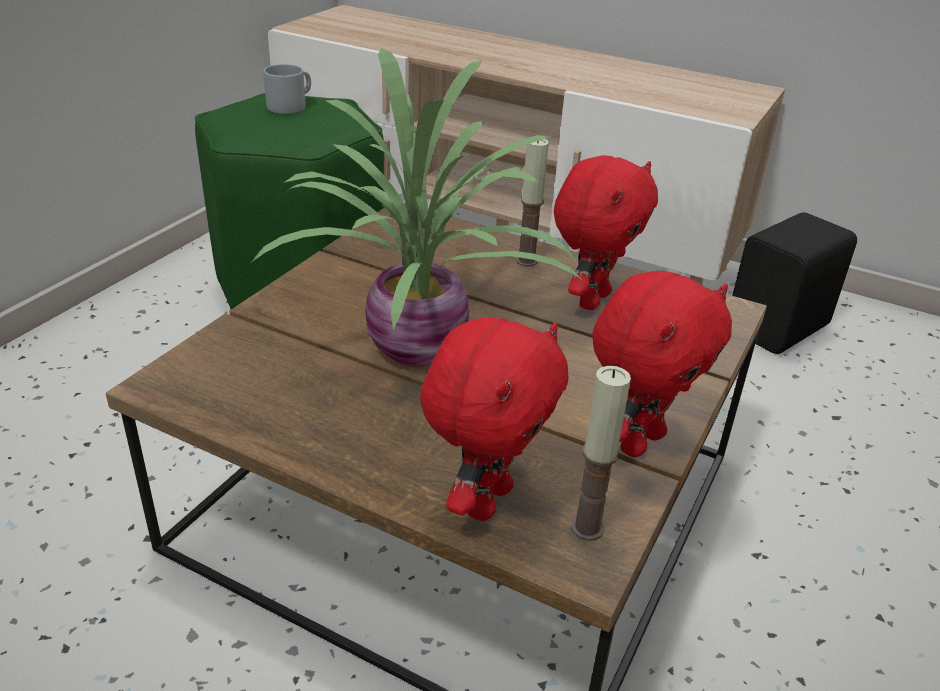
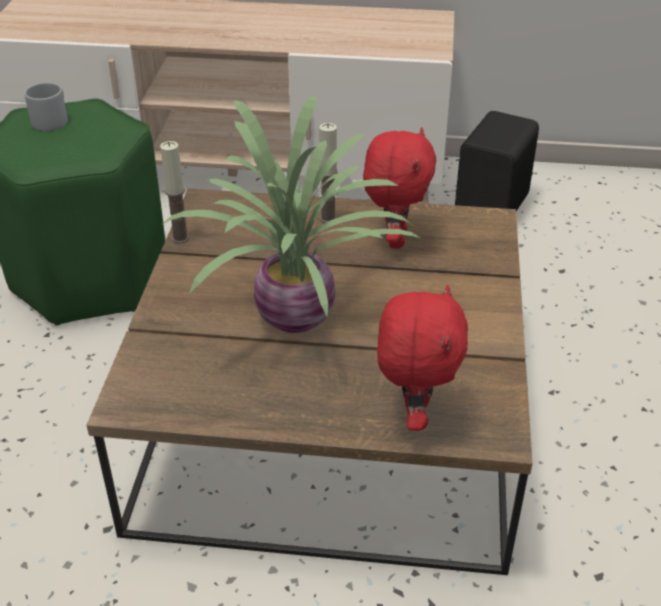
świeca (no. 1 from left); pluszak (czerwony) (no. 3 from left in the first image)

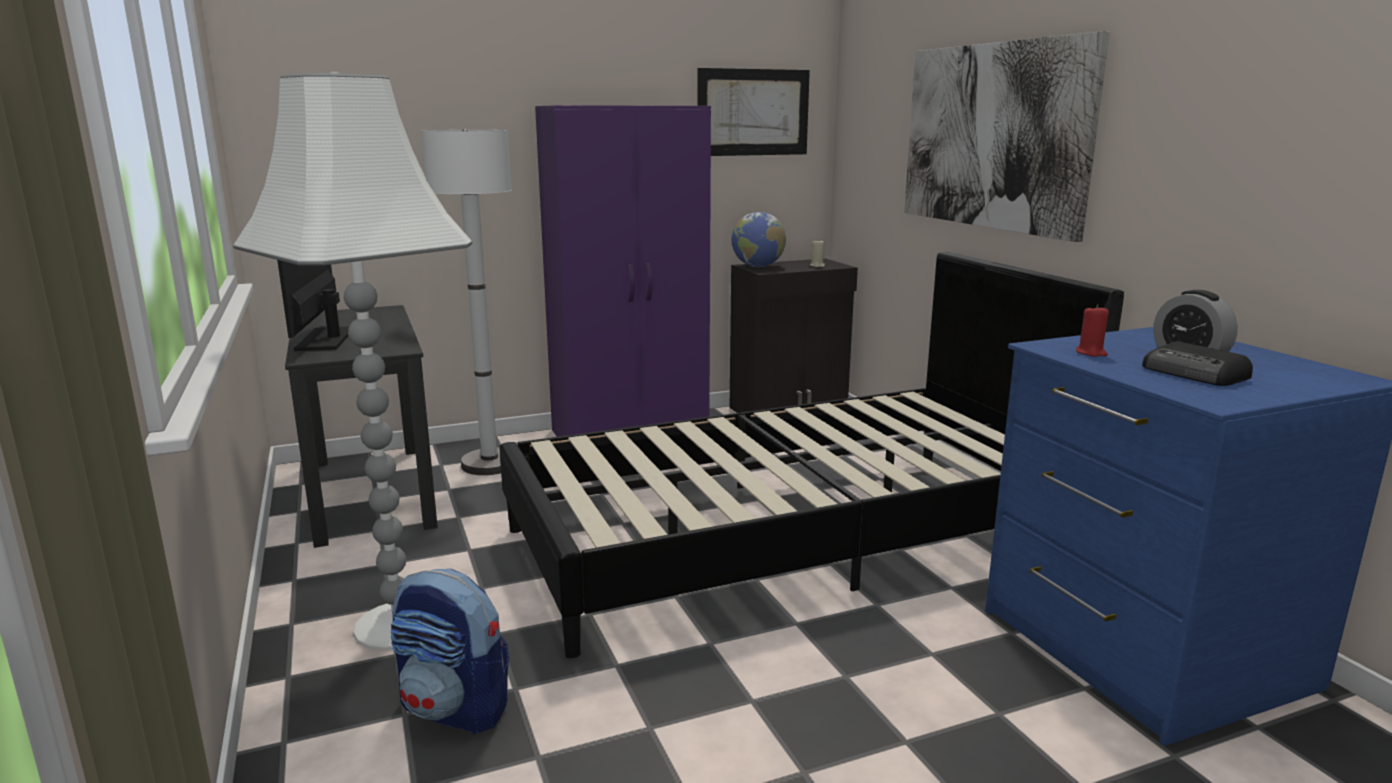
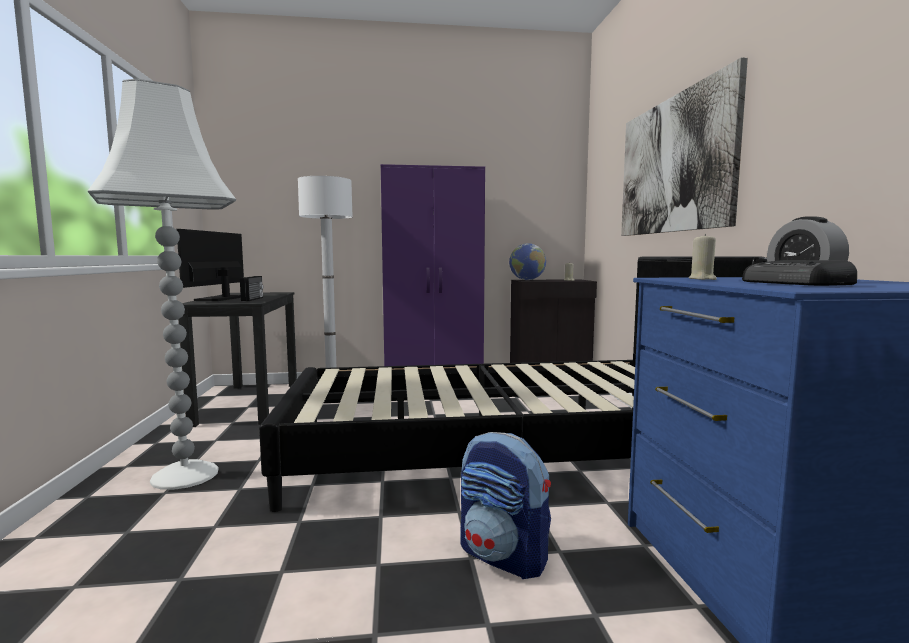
radio (no. 1 from left); plecak; świeca (beżowy) (no. 2 from left); obraz (no. 1 from left in the first image)

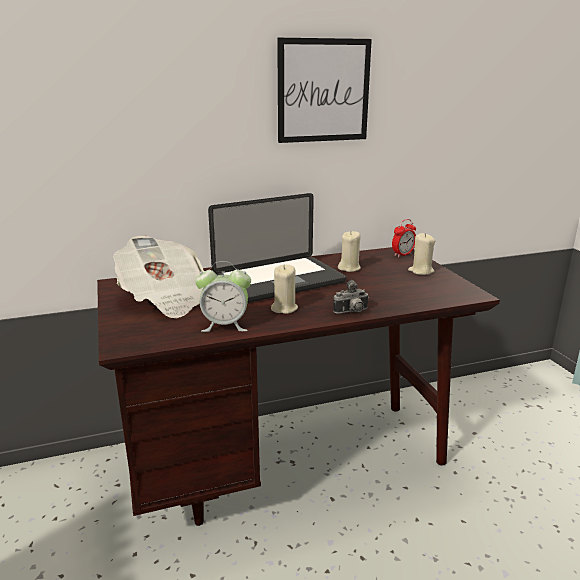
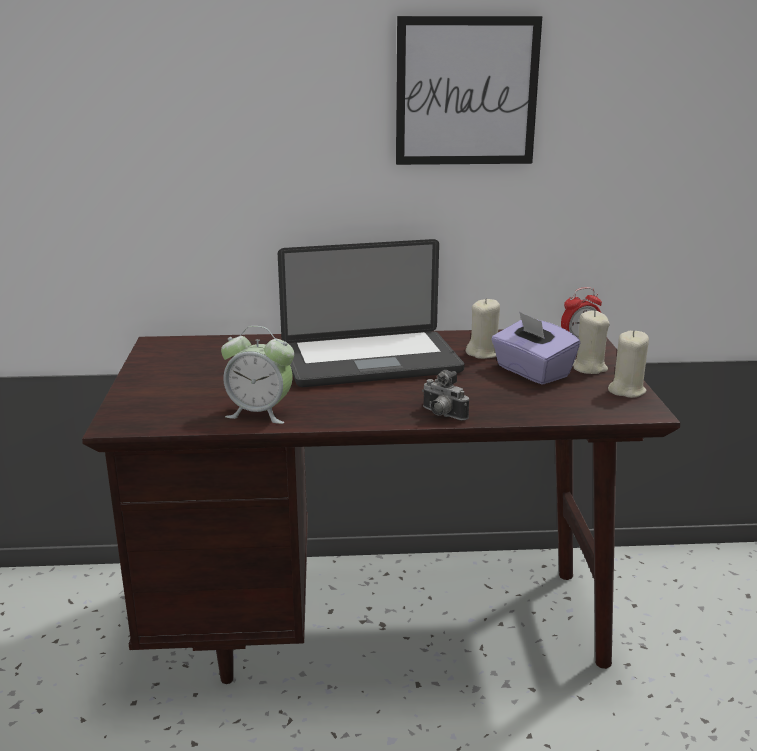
aparat fotograficzny; pudełko chusteczek (fioletowy); świeca (beżowy) (no. 3 from left); gazeta

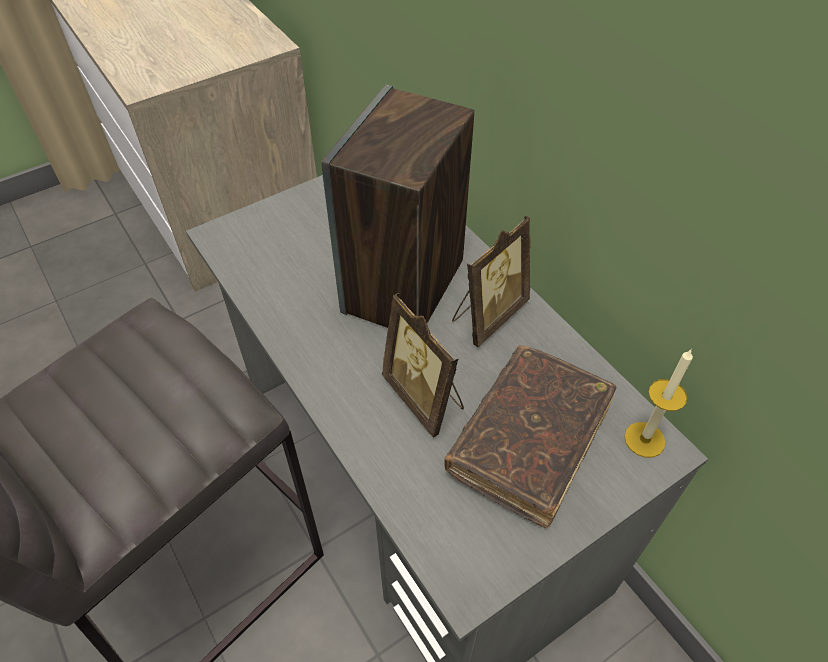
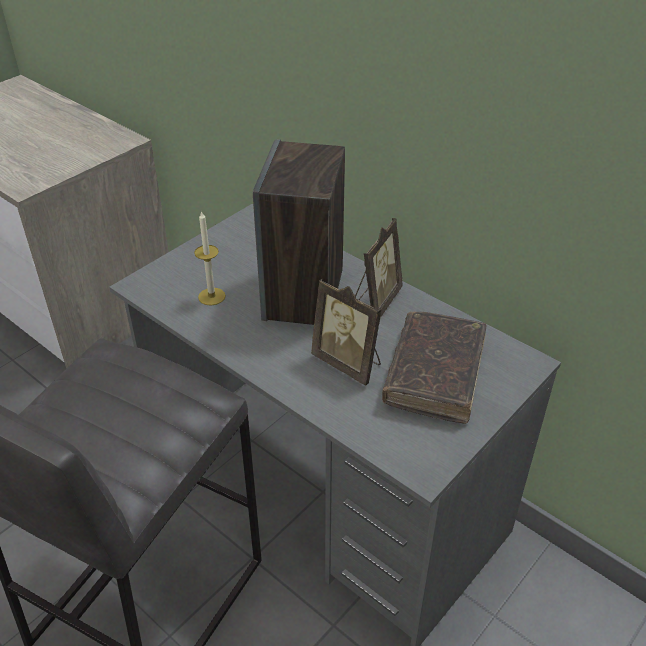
świeca

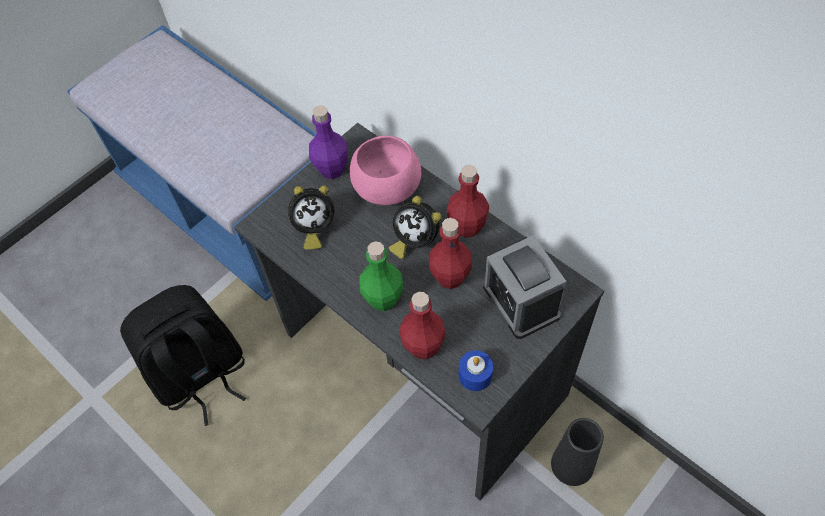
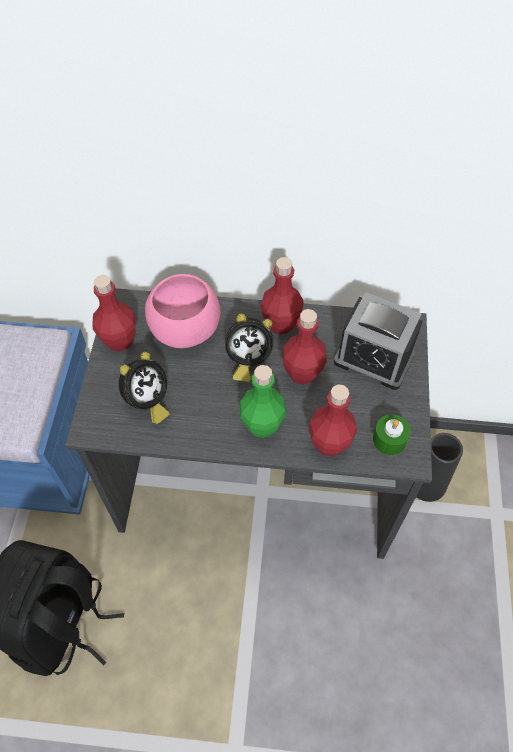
butelka (czerwony) (no. 1 from left); świeca (zielony)

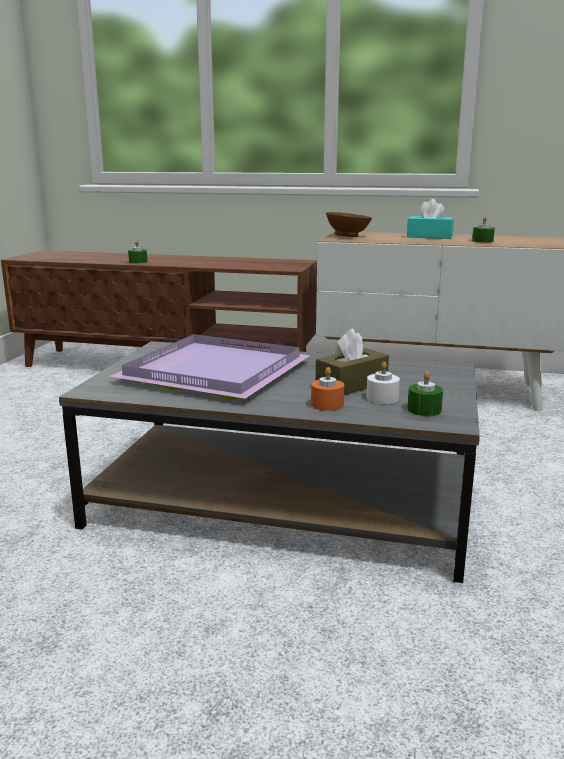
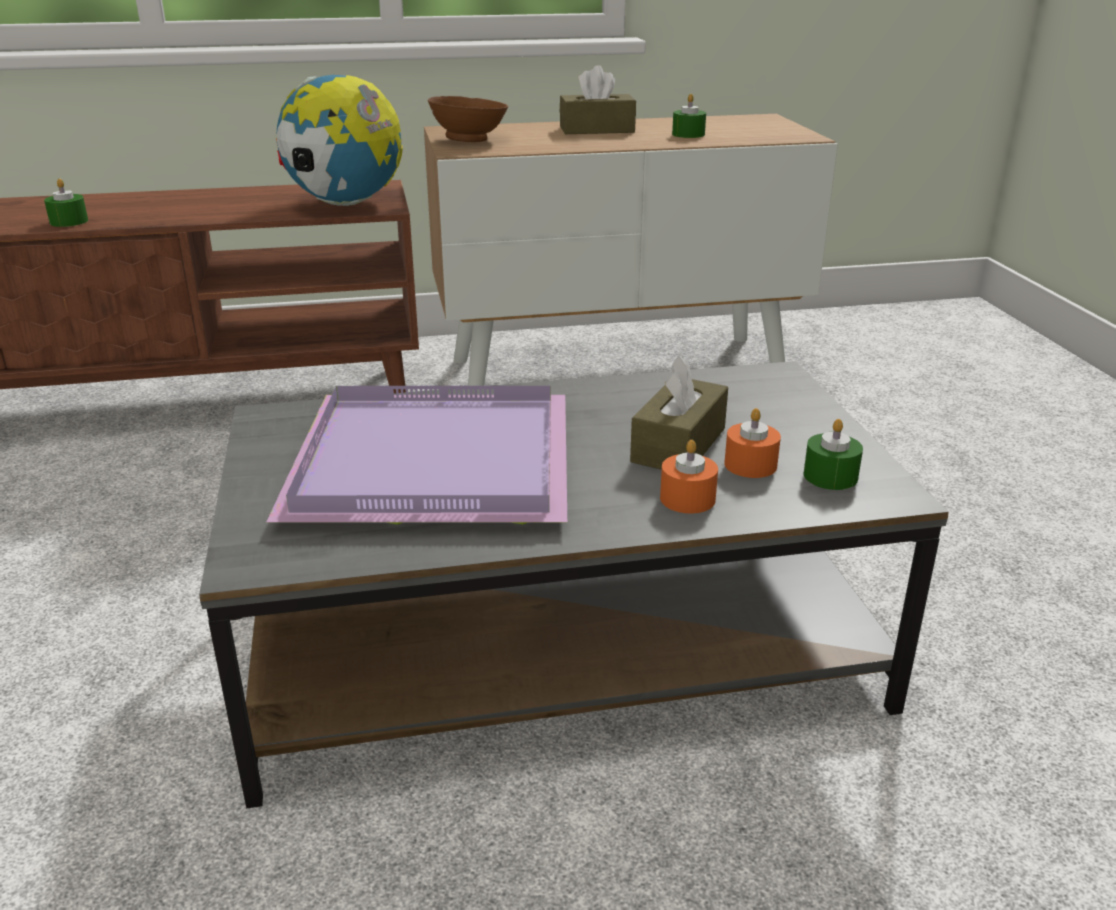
globus; pudełko chusteczek (brązowy) (no. 1 from left); świeca (pomarańczowy) (no. 2 from left)

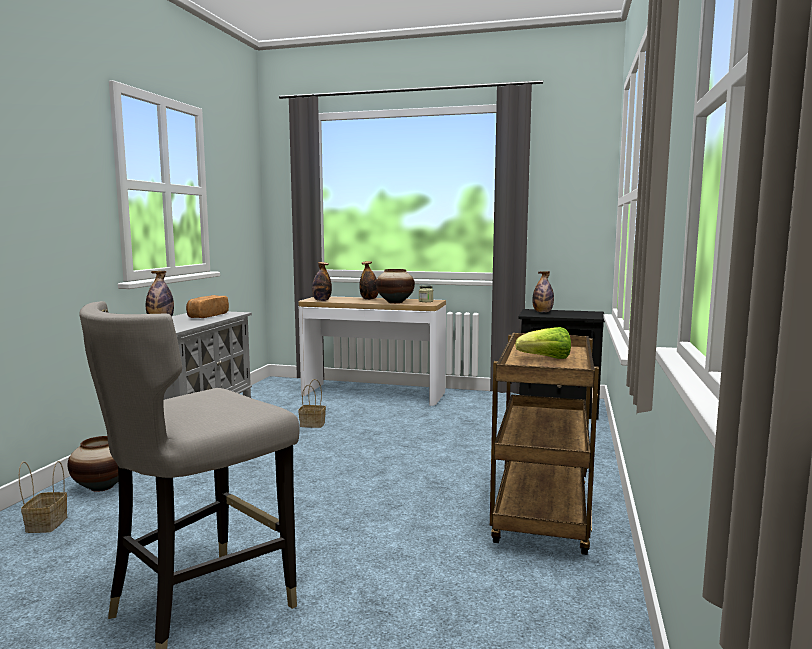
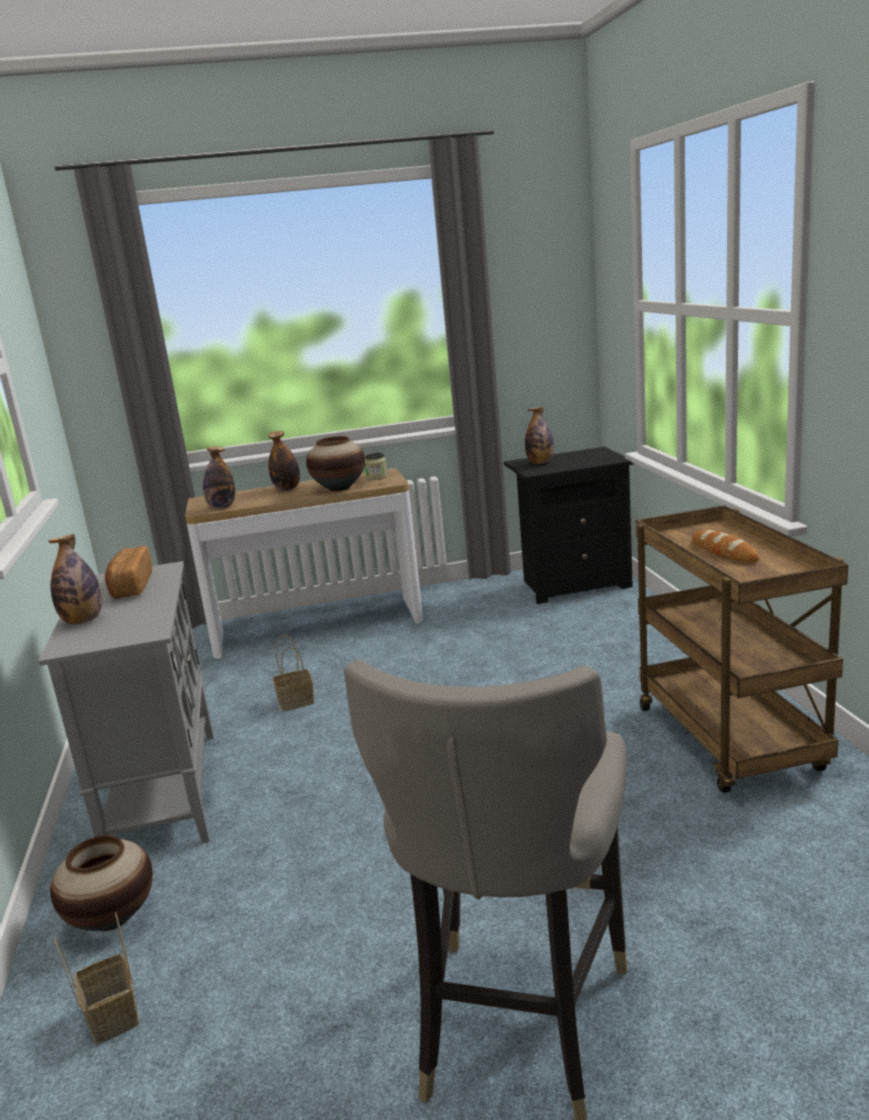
chleb (no. 2 from left)

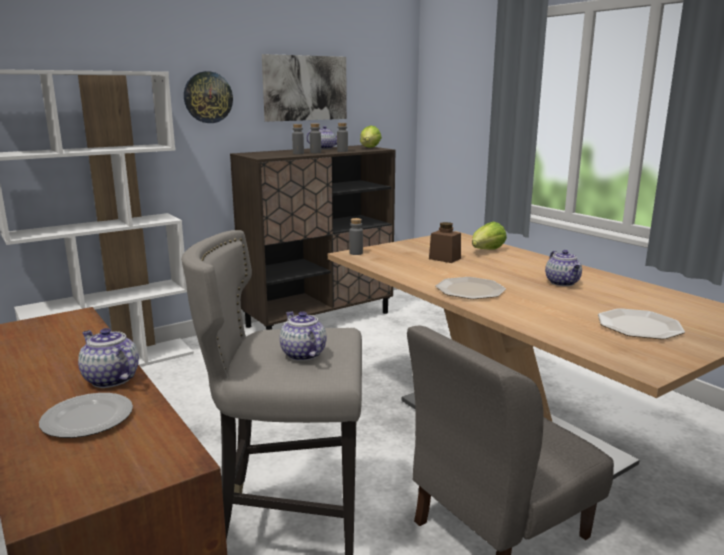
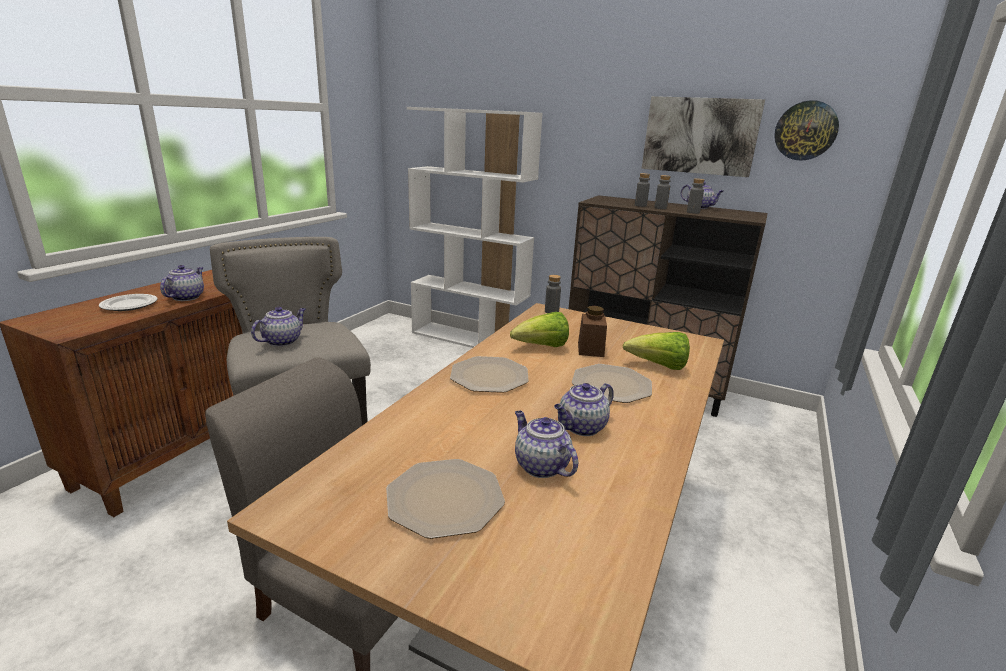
sałata (no. 1 from left); imbryk (no. 3 from left); talerz (no. 4 from left); zegar ścienny

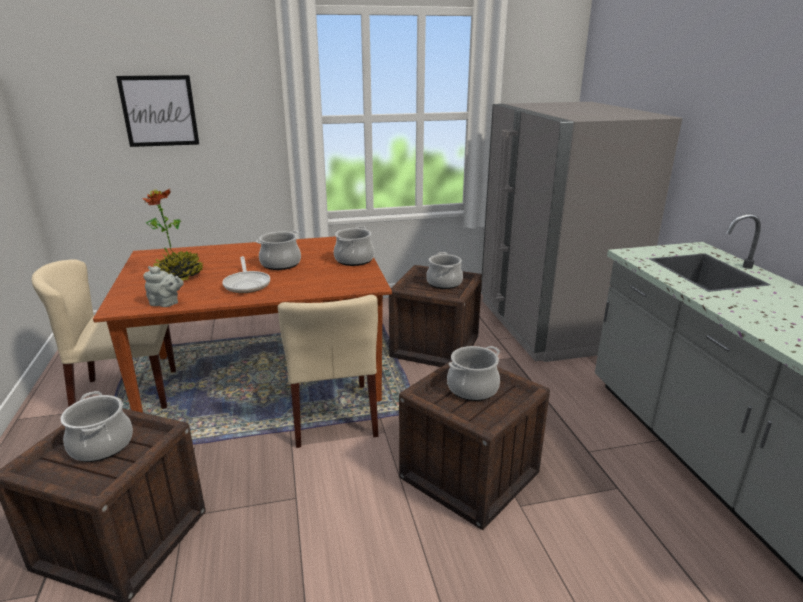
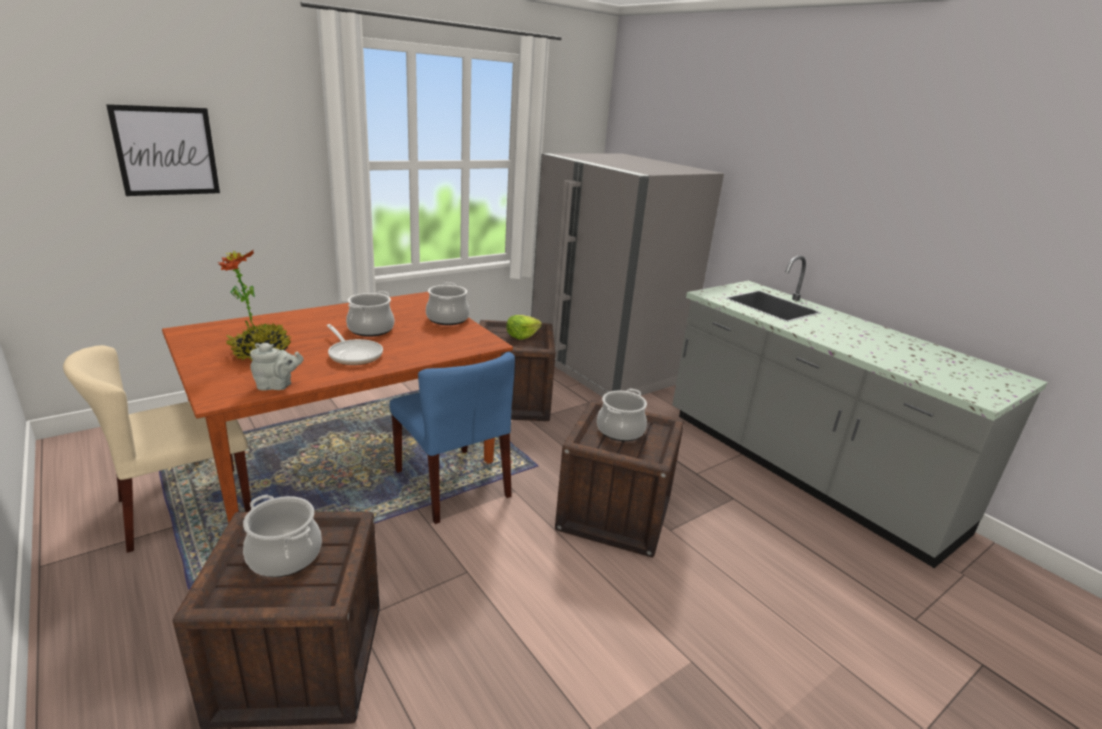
krzesło (niebieski); sałata

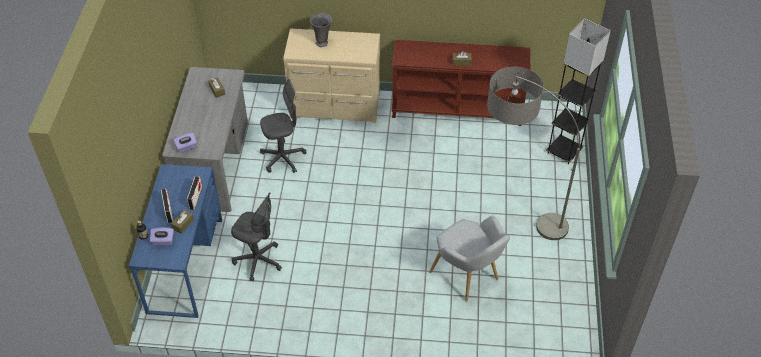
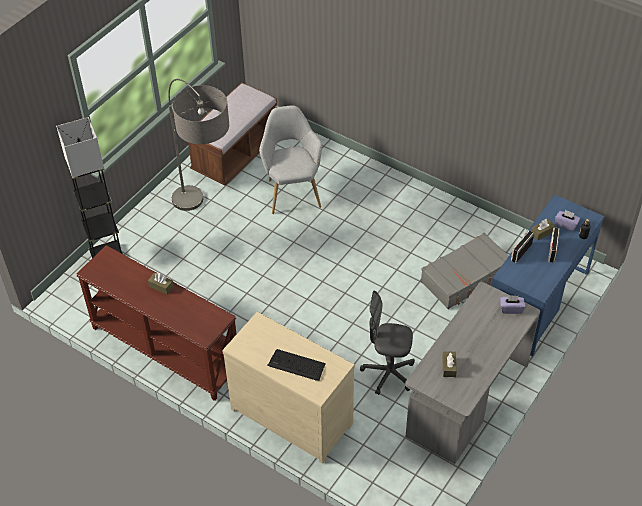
ławka (brązowy); klawiatura; walizka (szary)

